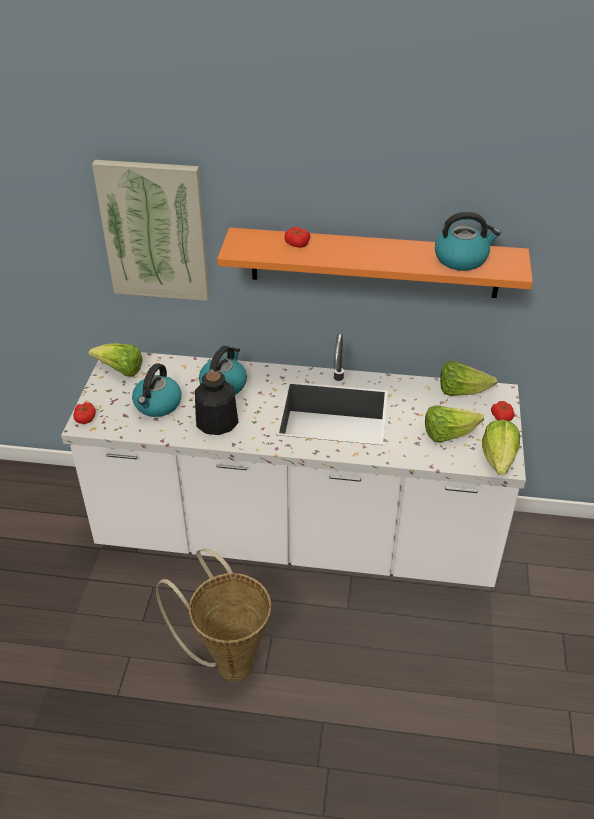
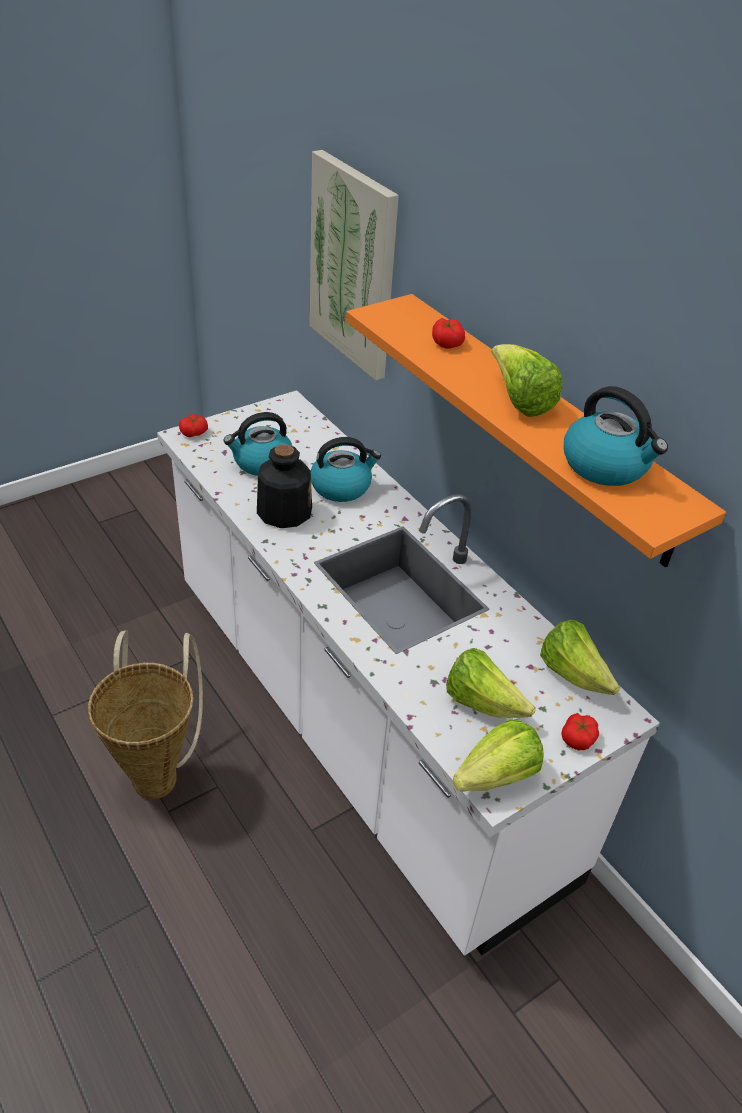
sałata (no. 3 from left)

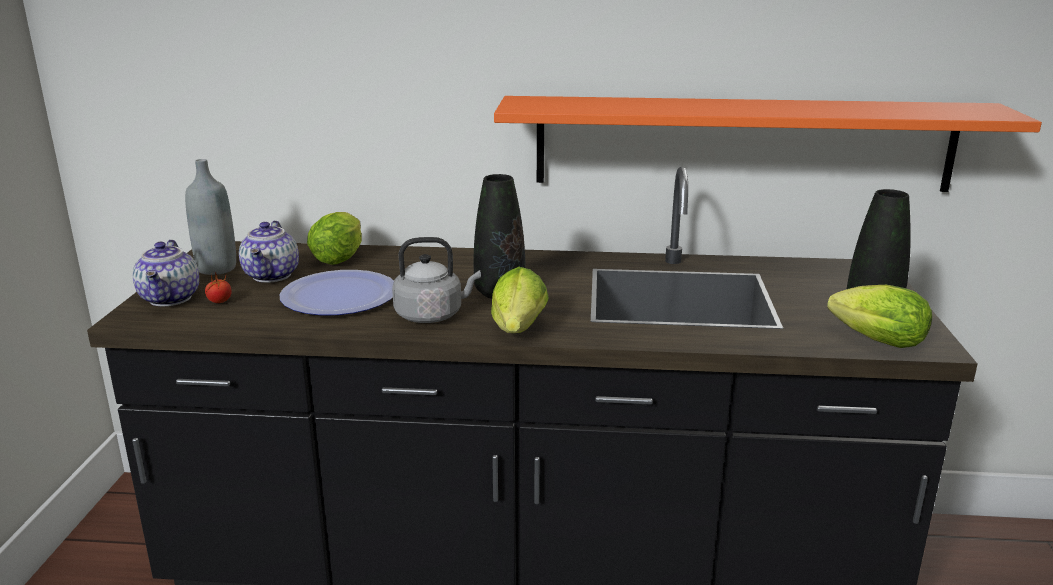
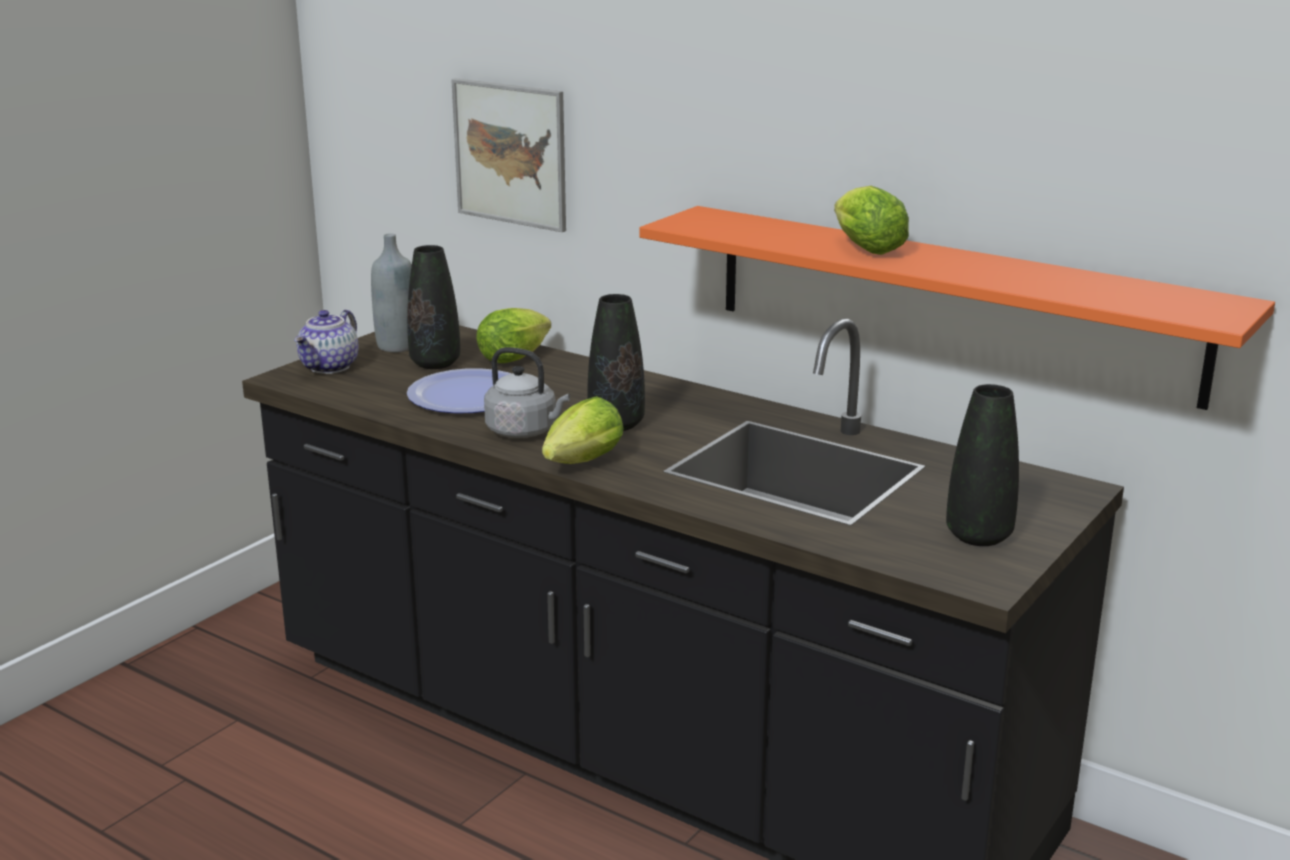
wazon (czarny) (no. 1 from left); obraz; sałata (no. 3 from left); pomidor

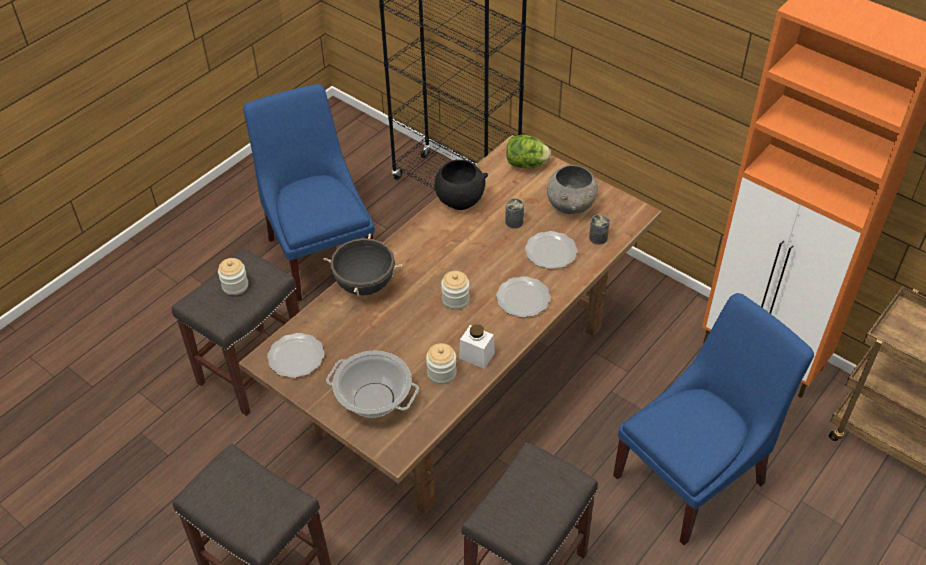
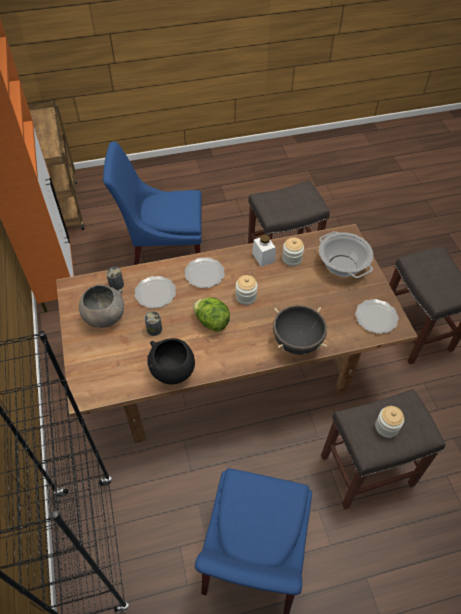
sałata

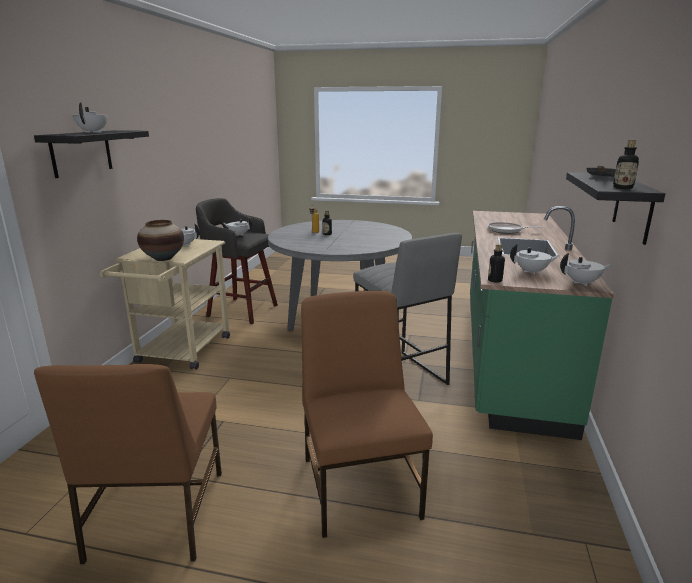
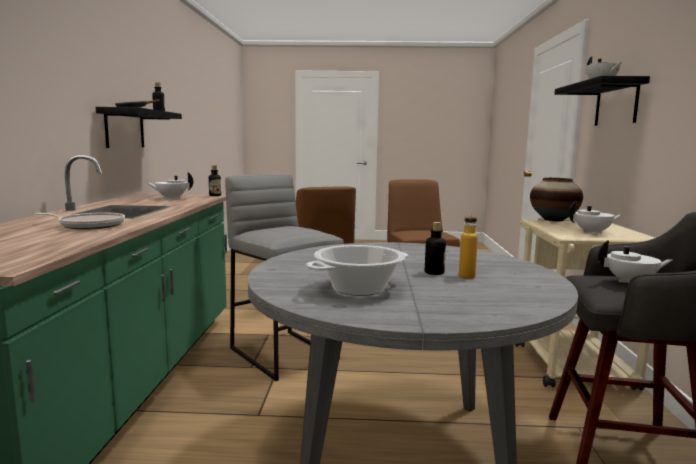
garnek; imbryk (biały) (no. 5 from left in the first image)

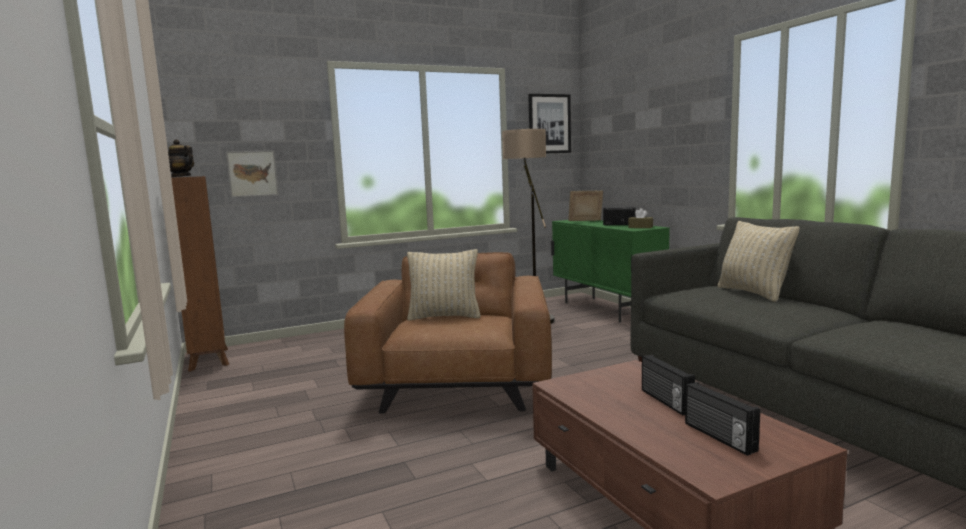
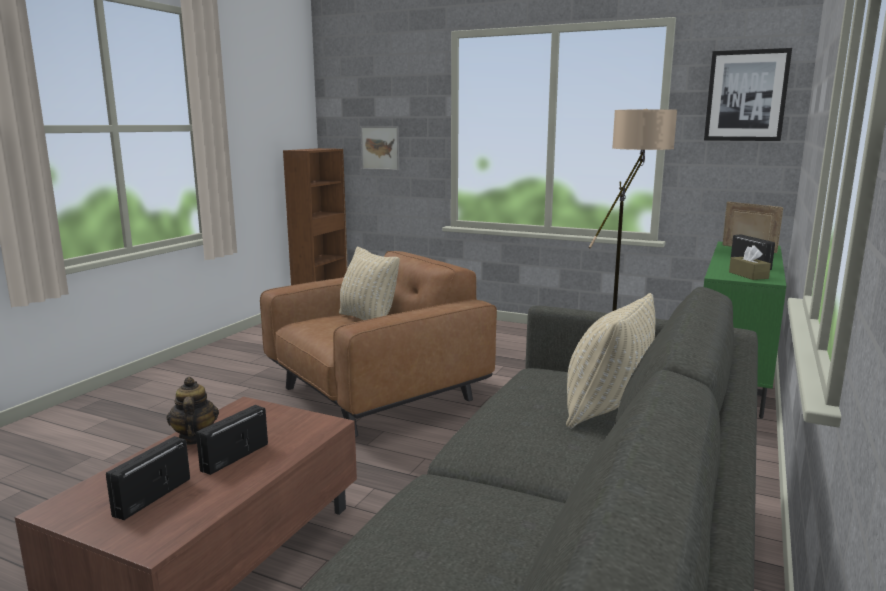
imbryk

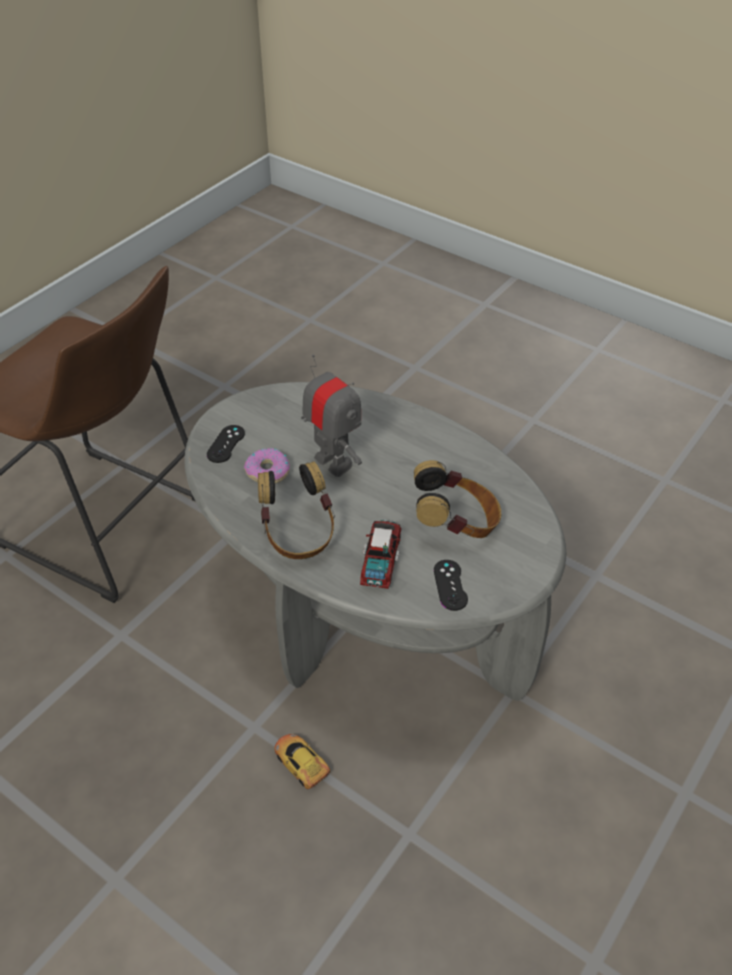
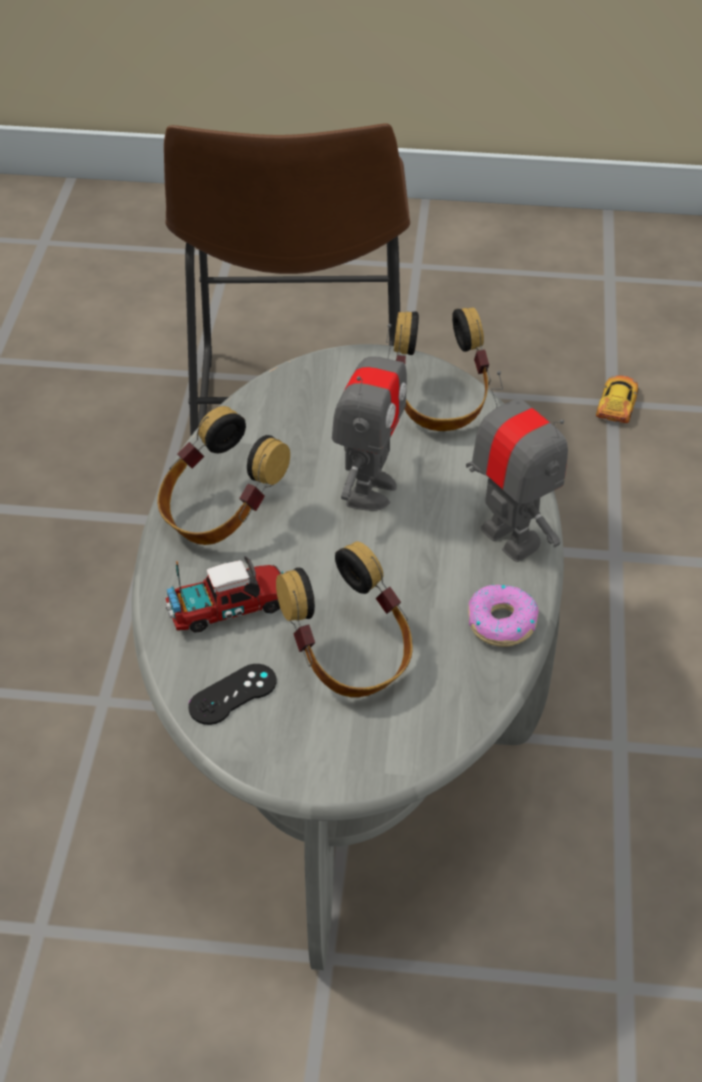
słuchawki (no. 3 from left); robot zabawkowy (no. 2 from left); donut; samochodzik; pad do gier (czarny) (no. 1 from left in the first image)

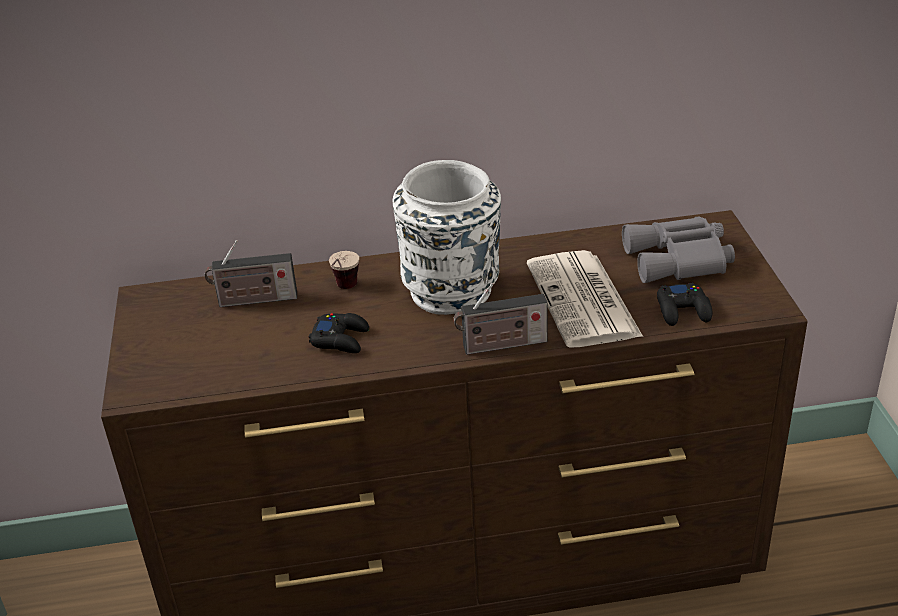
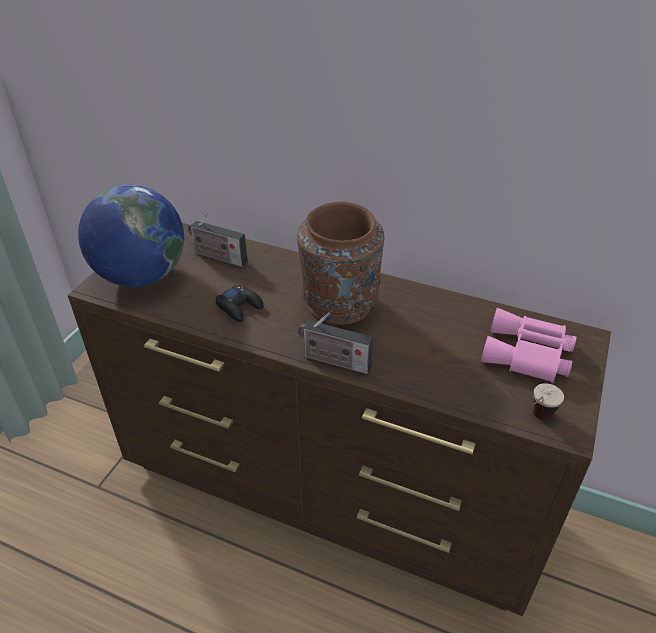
globus; wazon (brązowy); lornetka (różowy); filiżanka; gazeta; pad do gier (czarny) (no. 2 from left in the first image)

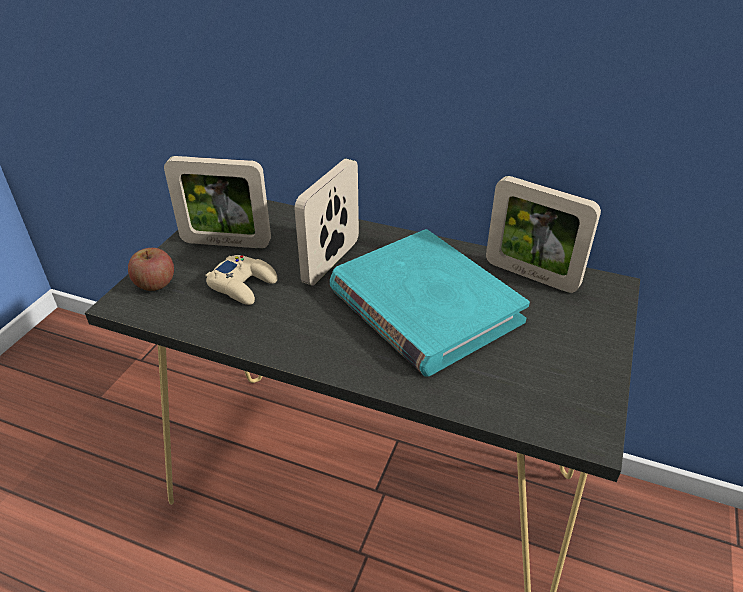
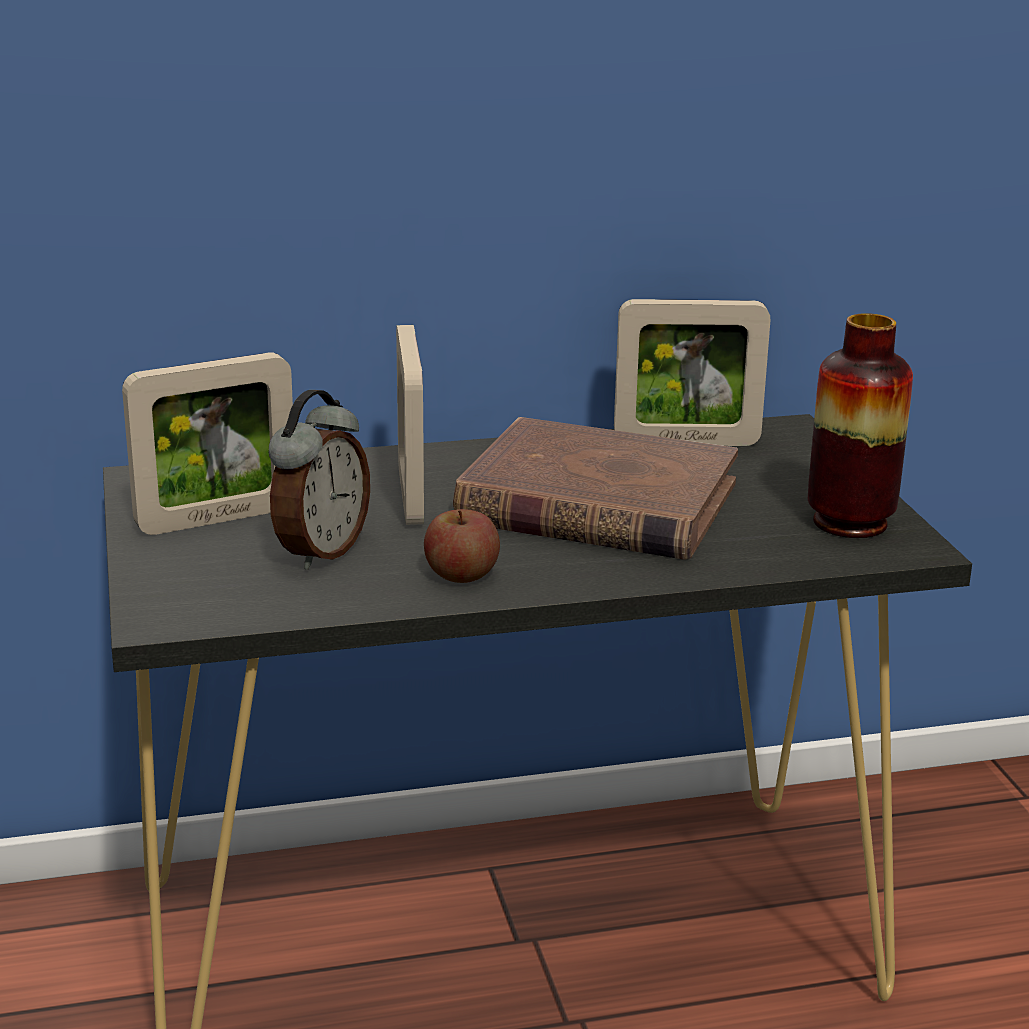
budzik; jabłko; książka (brązowy); wazon

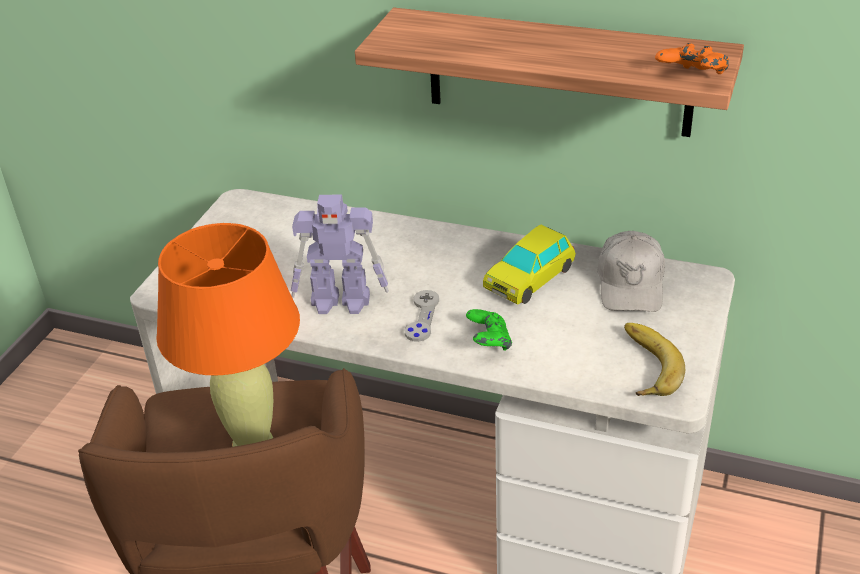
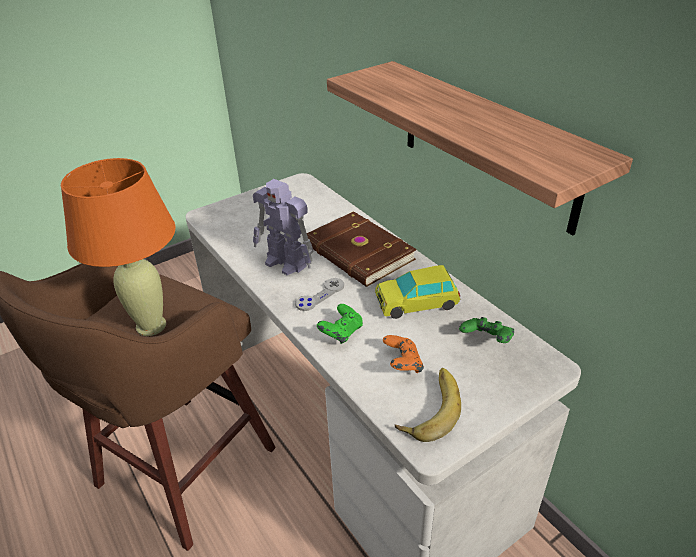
książka (brązowy); pad do gier (pomarańczowy); pad do gier (zielony) (no. 2 from left)

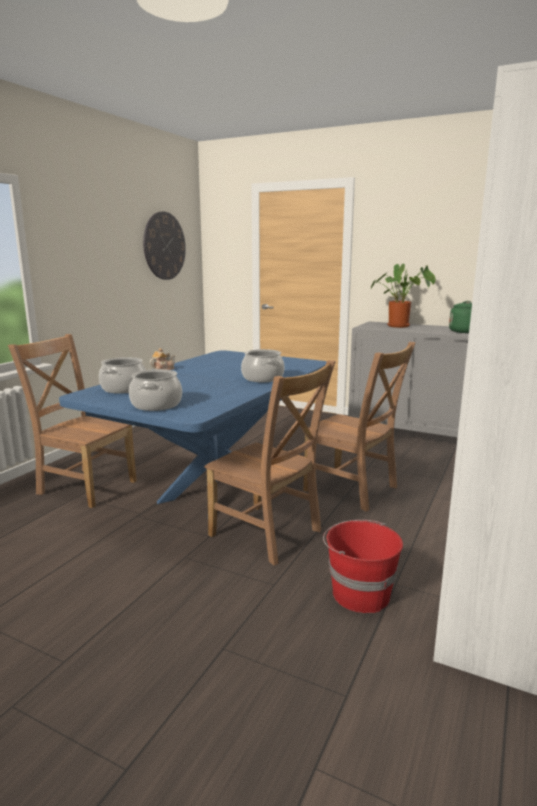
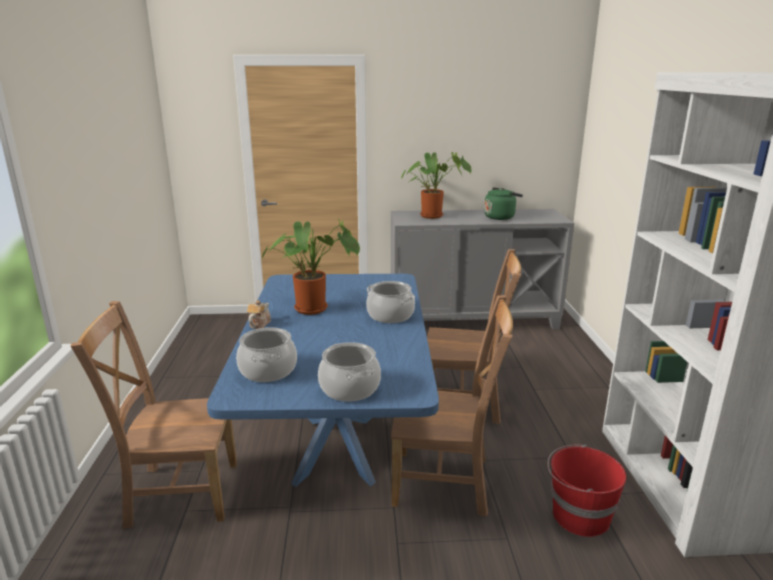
roślina doniczkowa (no. 1 from left); zegar ścienny

